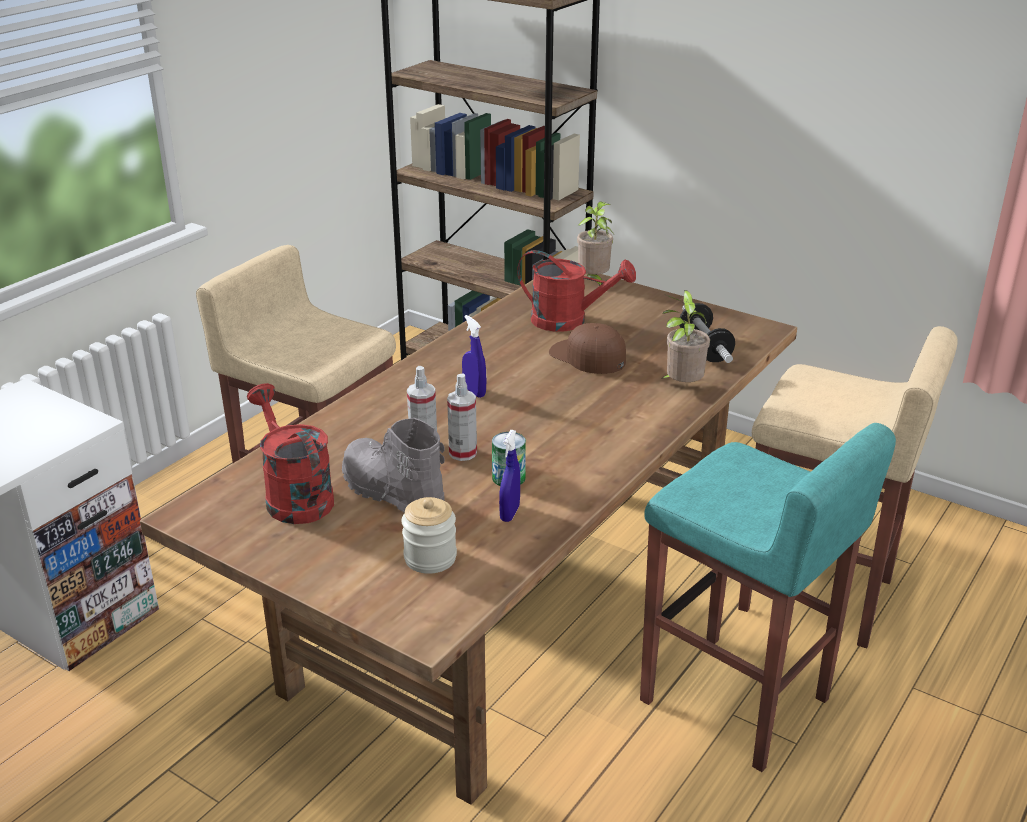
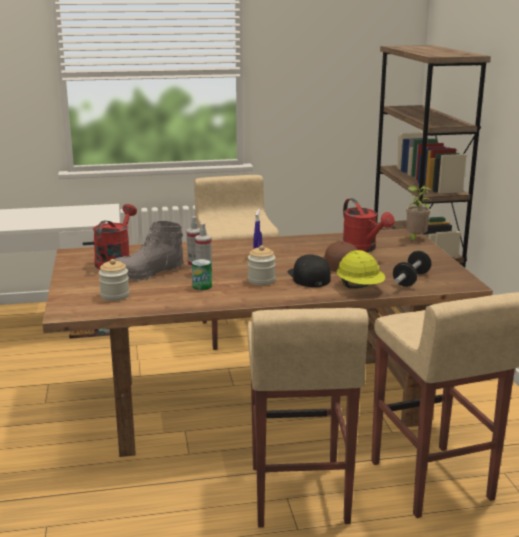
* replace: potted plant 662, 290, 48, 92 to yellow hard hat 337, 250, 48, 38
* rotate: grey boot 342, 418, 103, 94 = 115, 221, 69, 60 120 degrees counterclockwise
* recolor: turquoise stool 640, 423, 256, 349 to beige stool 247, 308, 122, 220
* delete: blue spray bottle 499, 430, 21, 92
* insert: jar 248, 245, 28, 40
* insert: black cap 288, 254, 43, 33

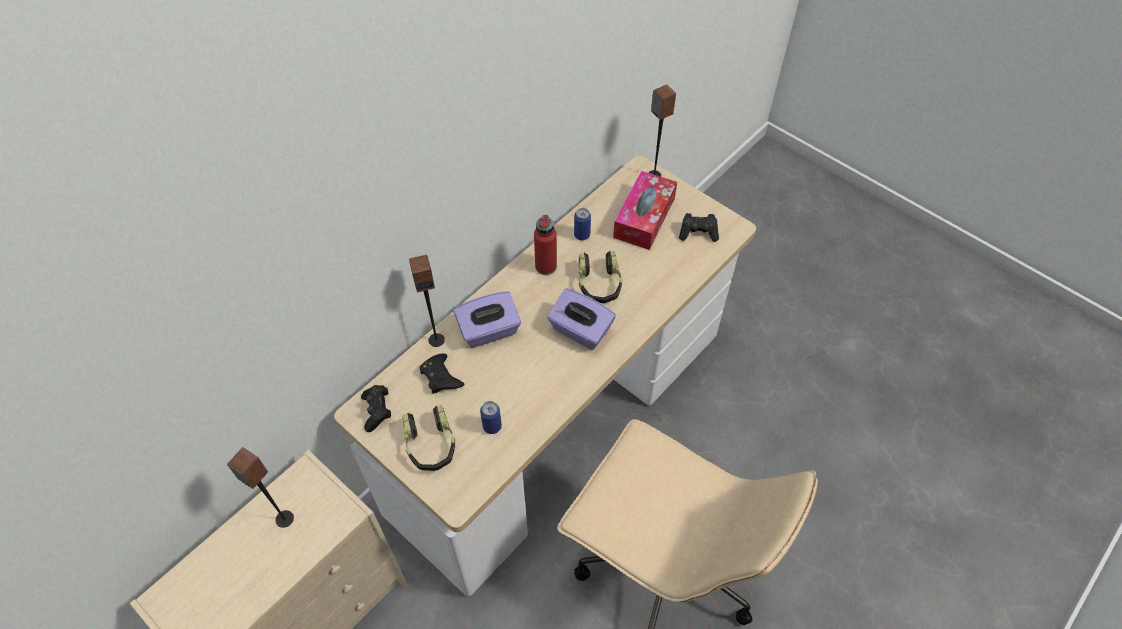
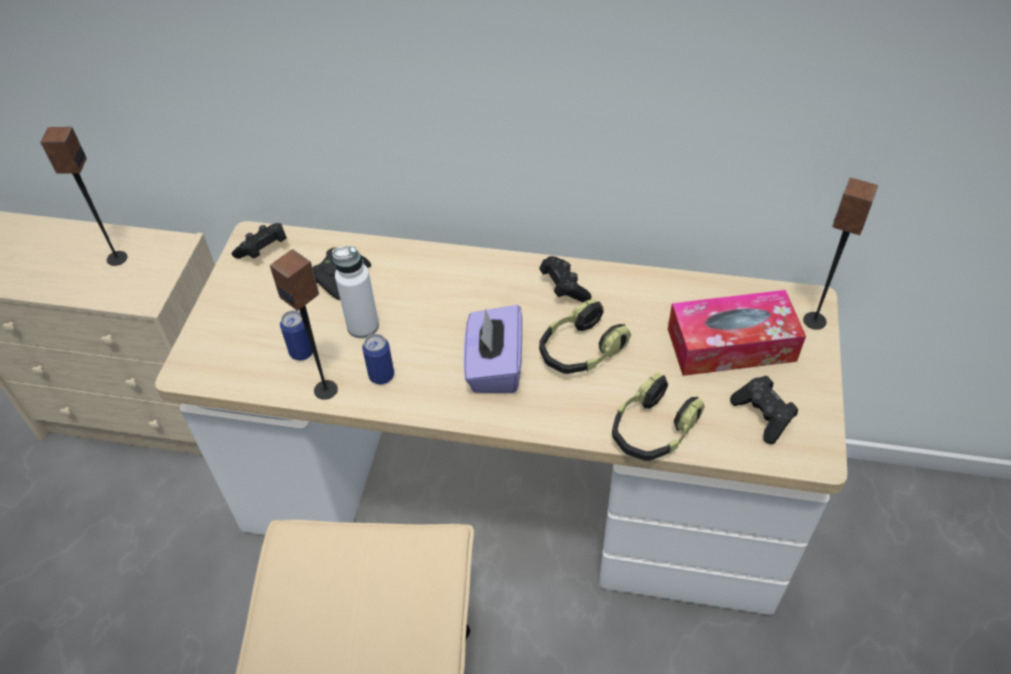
* move: can 574, 208, 17, 33 to 362, 334, 32, 50
* replace: red bottle 534, 215, 23, 60 to black game controller 539, 256, 53, 46
* move: speaker 409, 254, 36, 93 to 270, 249, 68, 151
* delete: purple tissue box 454, 291, 67, 56
* move: headphones 402, 405, 53, 66 to 612, 373, 93, 88
* insert: white bottle 333, 246, 46, 92

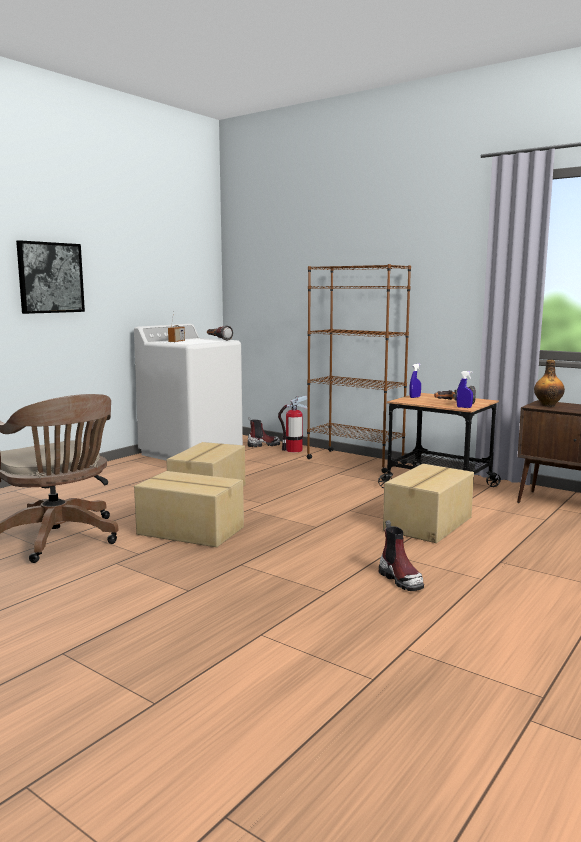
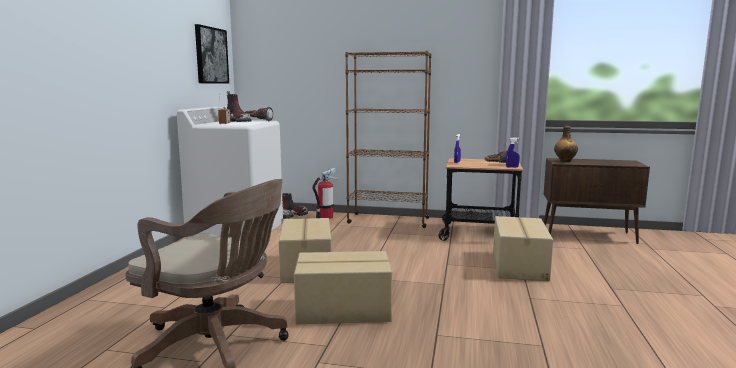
* move: picture 16, 240, 69, 74 to 195, 24, 34, 60
* move: boot 379, 520, 45, 71 to 227, 91, 25, 31

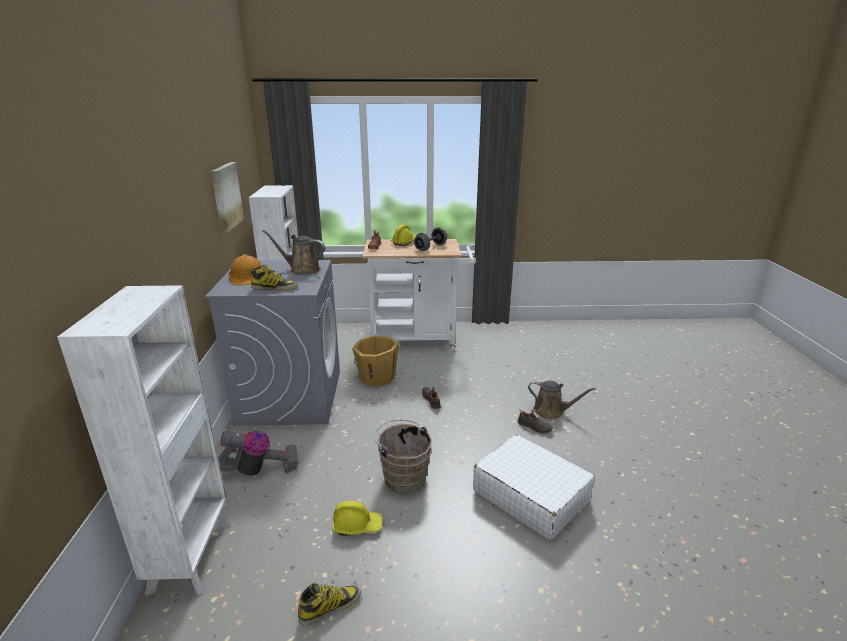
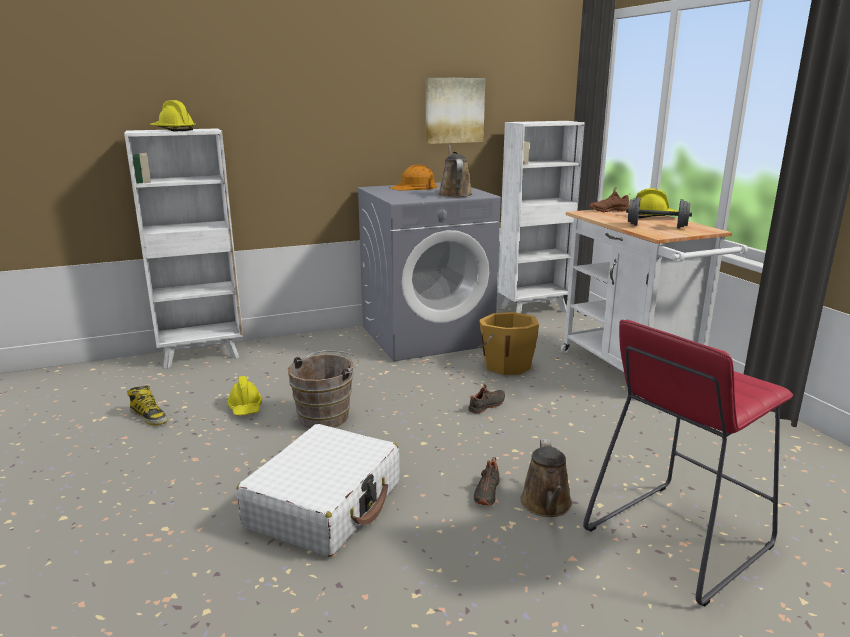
* delete: boot 251, 264, 47, 26
* delete: vacuum cleaner 218, 431, 81, 45
* insert: yellow hard hat 150, 100, 46, 31
* insert: red stool 583, 320, 210, 287

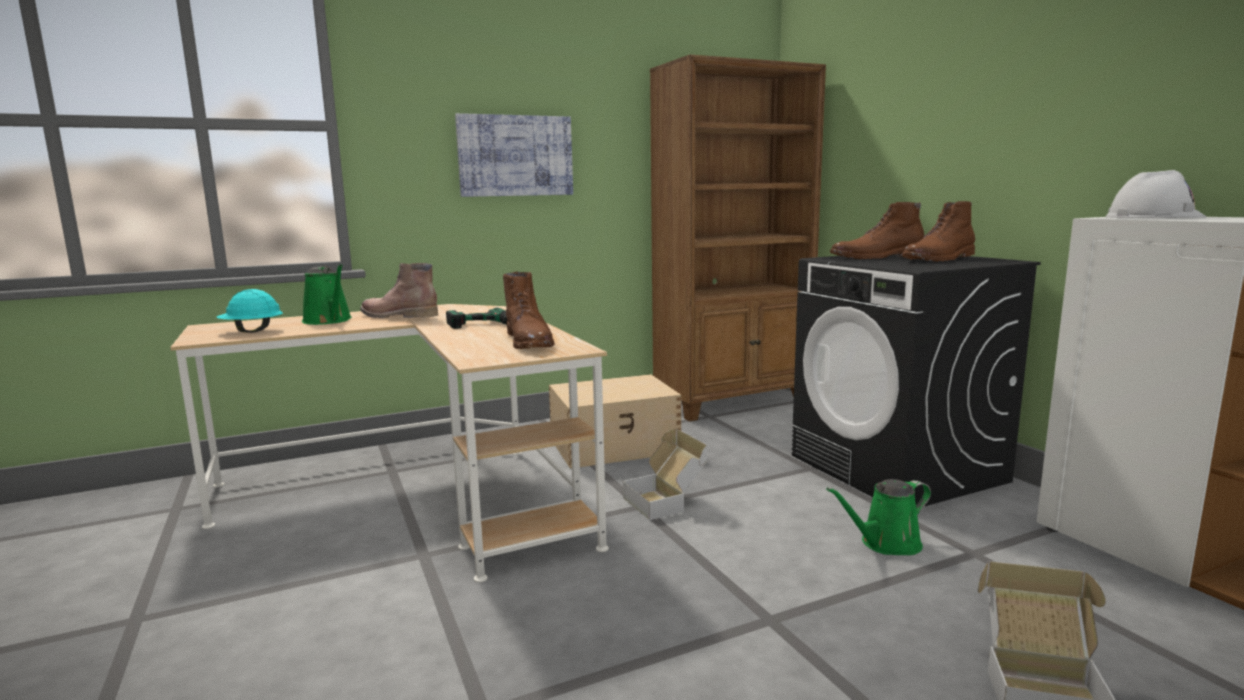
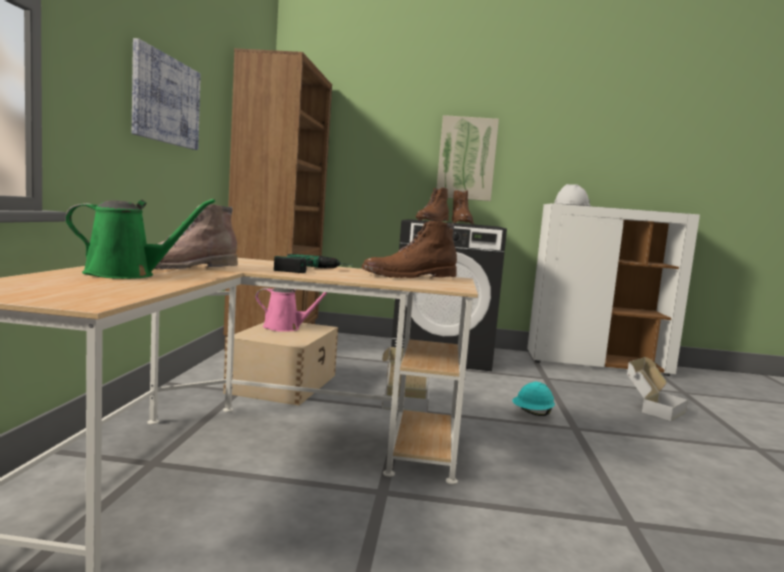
* rotate: brown boot 503, 272, 52, 77 = 362, 221, 95, 57 150 degrees clockwise
* move: turquoise hard hat 217, 289, 66, 44 to 512, 382, 43, 34
* delete: green watering can 826, 479, 105, 76
* insert: picture 437, 115, 62, 86
* insert: pink watering can 255, 288, 73, 44

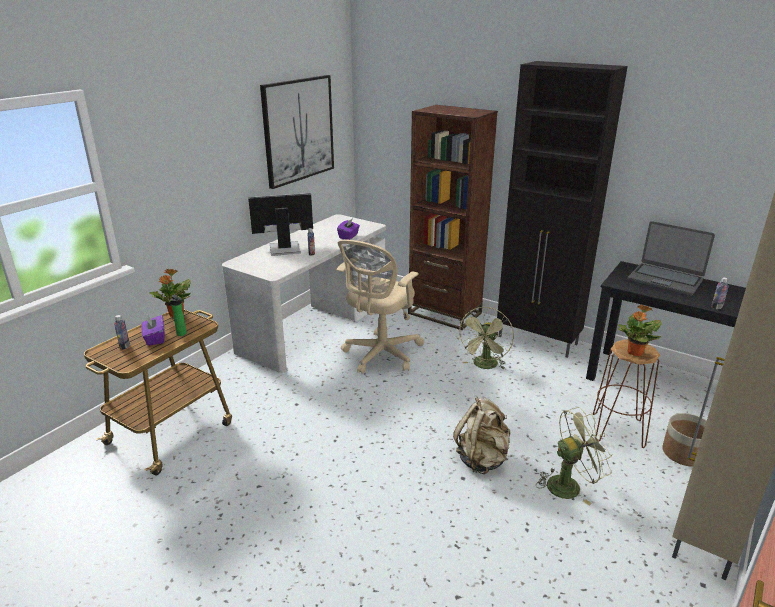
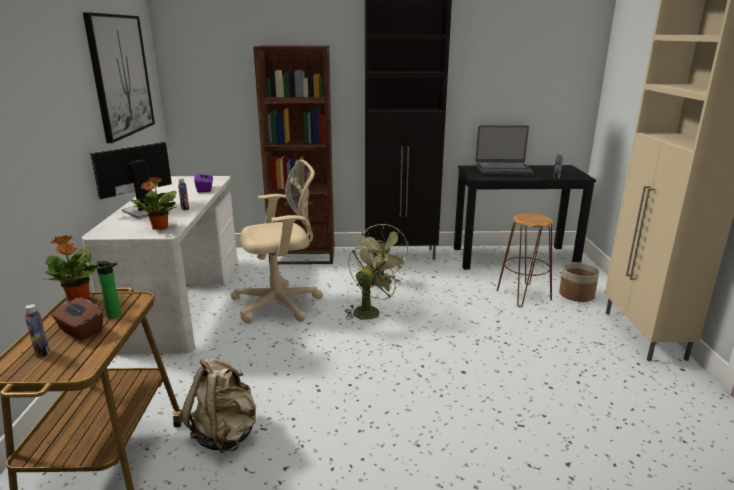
* rotate: beige office chair 336, 240, 88, 134 = 231, 160, 92, 164 105 degrees counterclockwise
* move: potted plant 617, 304, 45, 53 to 130, 177, 47, 53
* recolor: purple tissue box 141, 315, 24, 31 to brown tissue box 51, 298, 52, 42
* move: beige backpack 453, 397, 57, 77 to 181, 358, 75, 95
* move: green fan 536, 407, 76, 98 to 345, 244, 56, 76

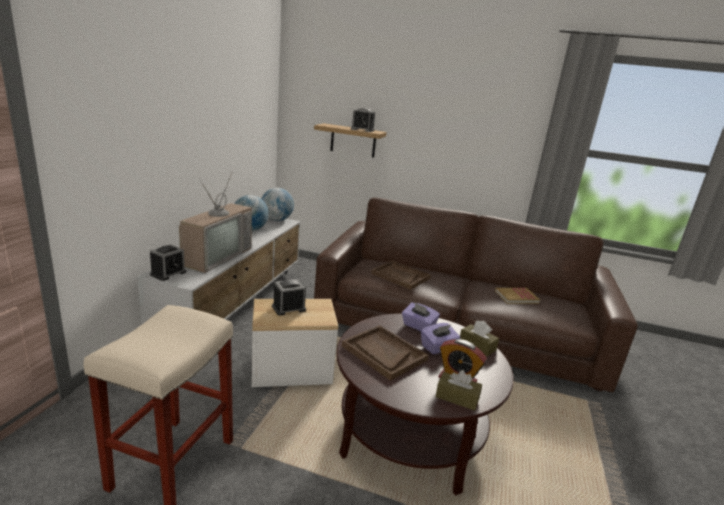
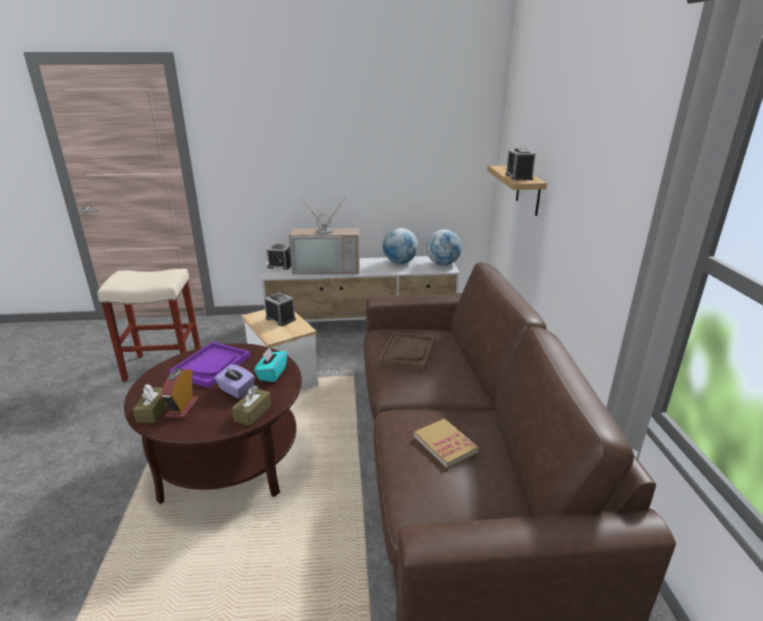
* recolor: purple tissue box 402, 302, 38, 29 to turquoise tissue box 254, 347, 33, 35
* recolor: brown tray 342, 325, 87, 56 to purple tray 169, 342, 82, 46

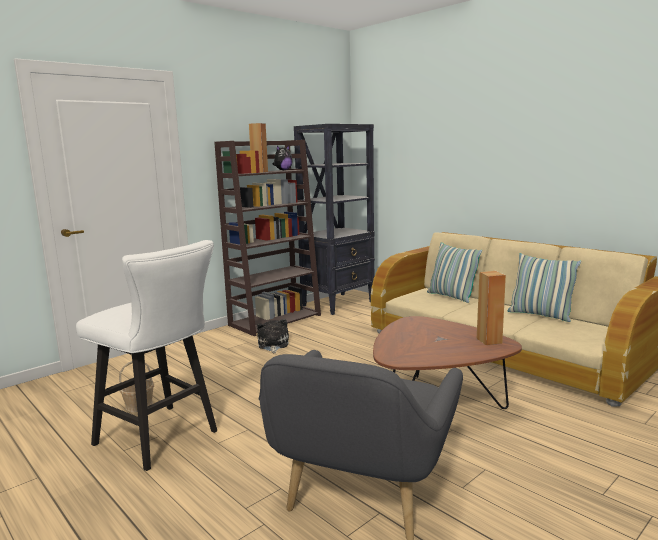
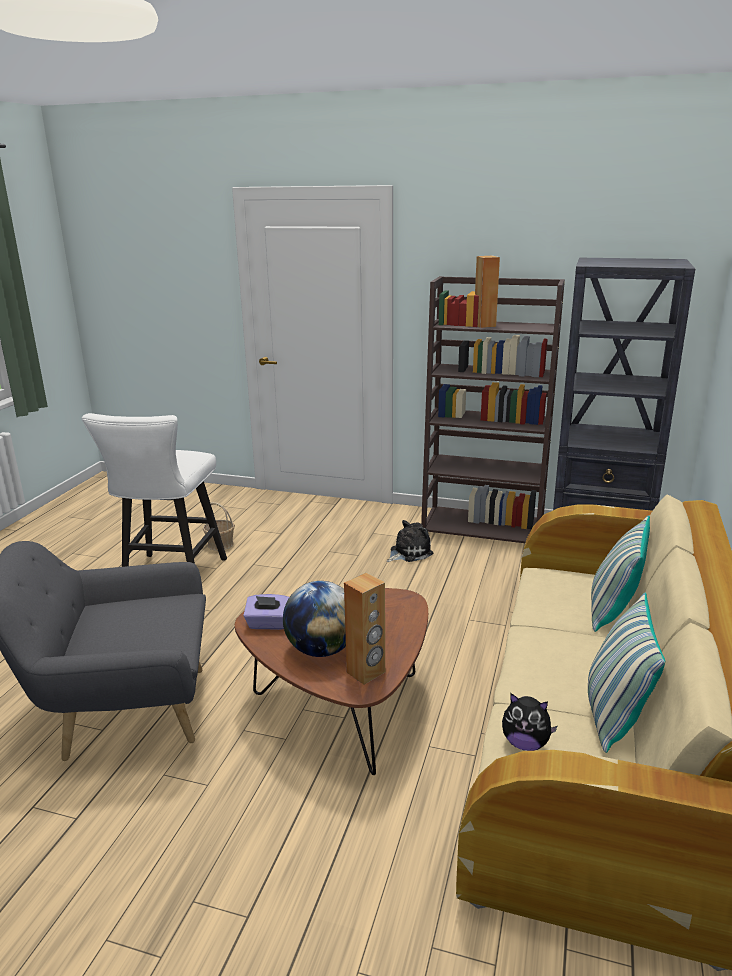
* move: plush toy 273, 146, 20, 24 to 502, 693, 55, 58
* insert: globe 283, 581, 63, 76
* insert: purple tissue box 243, 594, 46, 36

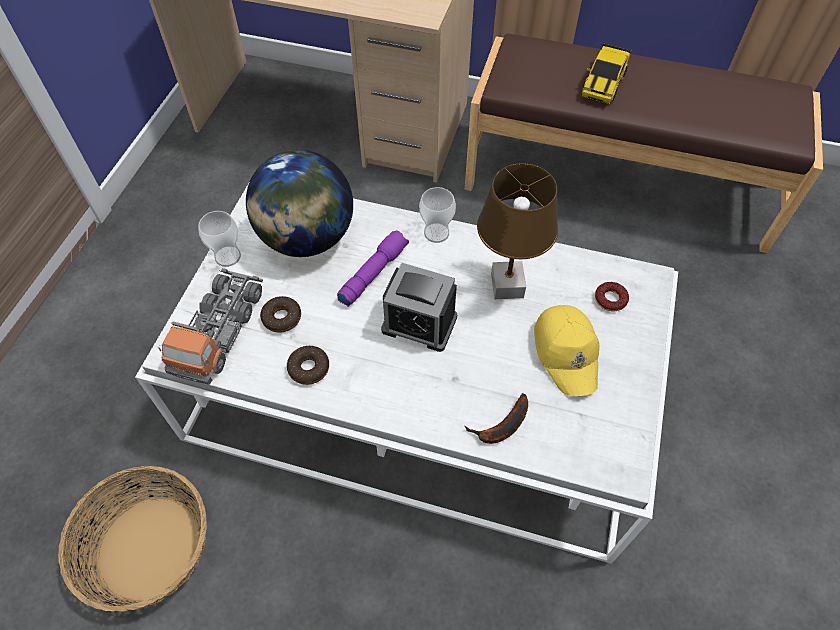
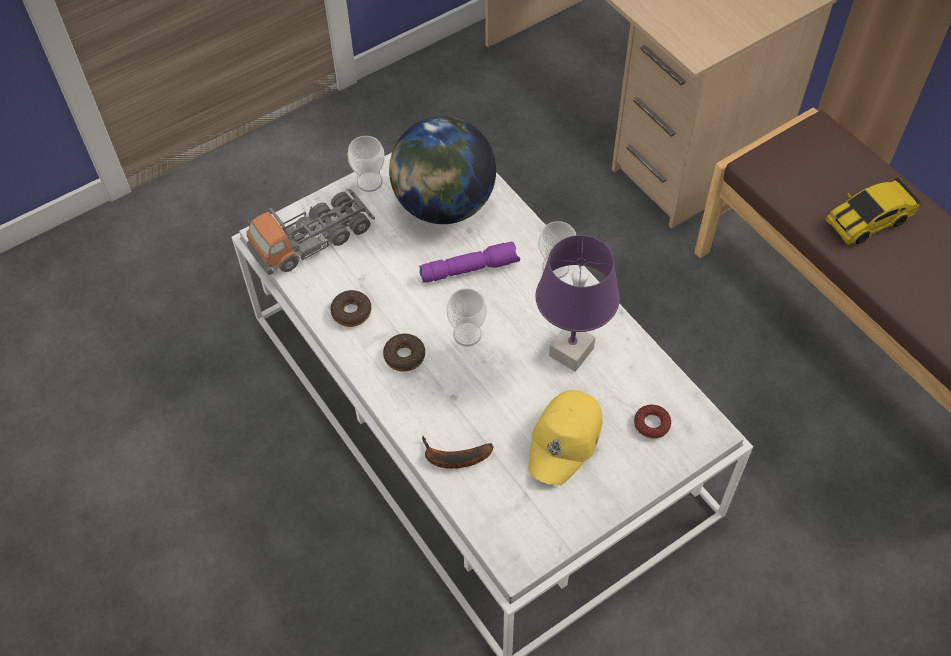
* recolor: brown table lamp 477, 163, 81, 136 to purple table lamp 536, 235, 84, 137
* replace: alarm clock 381, 263, 76, 89 to cup 446, 288, 41, 59
* move: donut 260, 296, 41, 37 to 383, 334, 42, 38
* delete: basket 58, 466, 149, 146

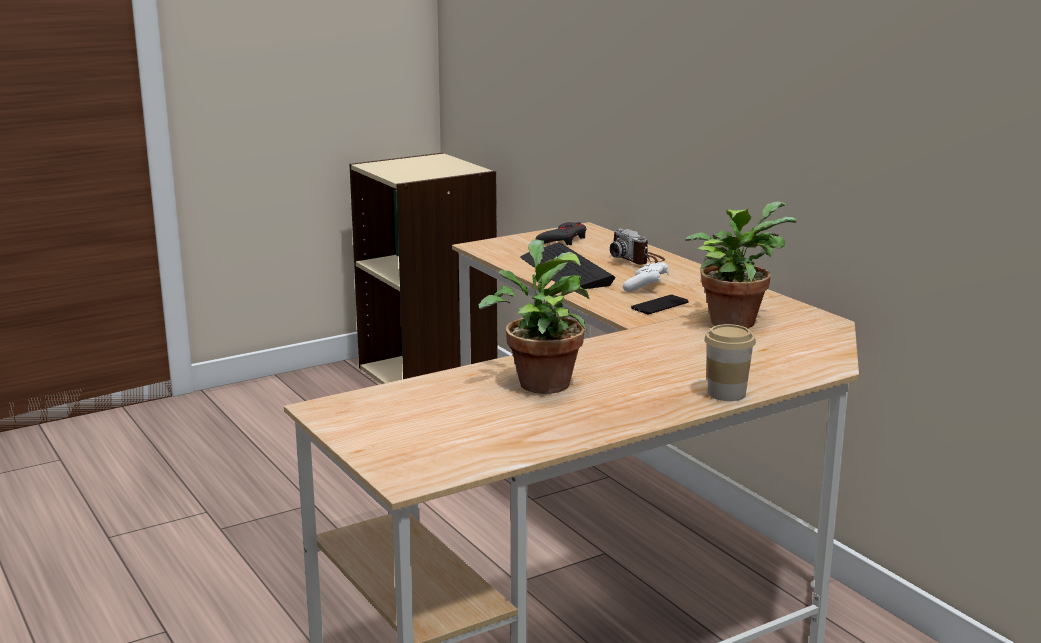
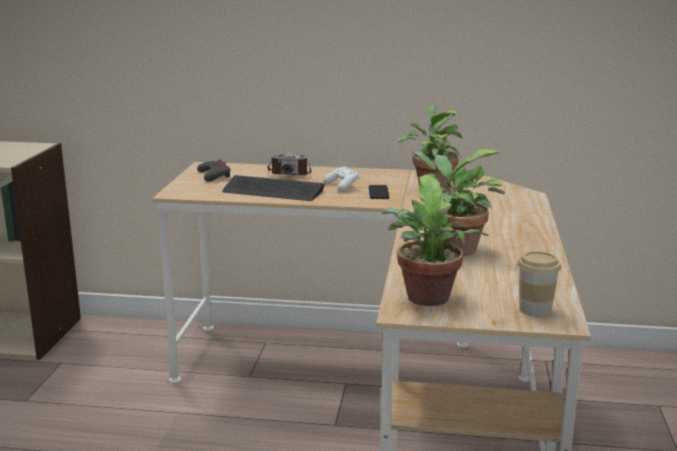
* move: cup 704, 324, 52, 77 to 517, 251, 44, 66
* insert: potted plant 382, 175, 107, 131

